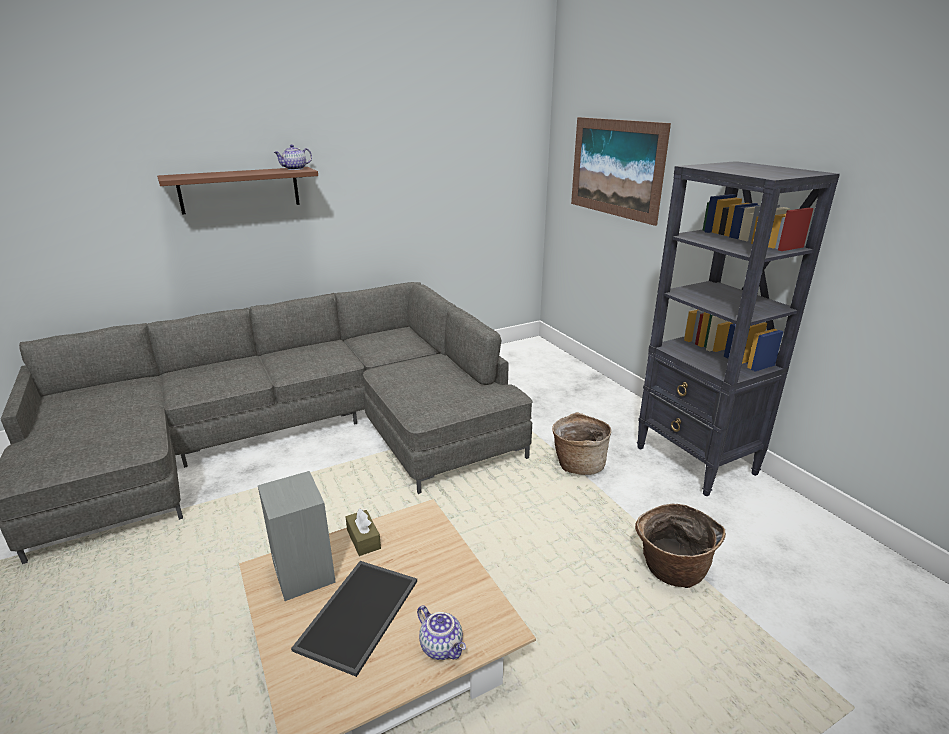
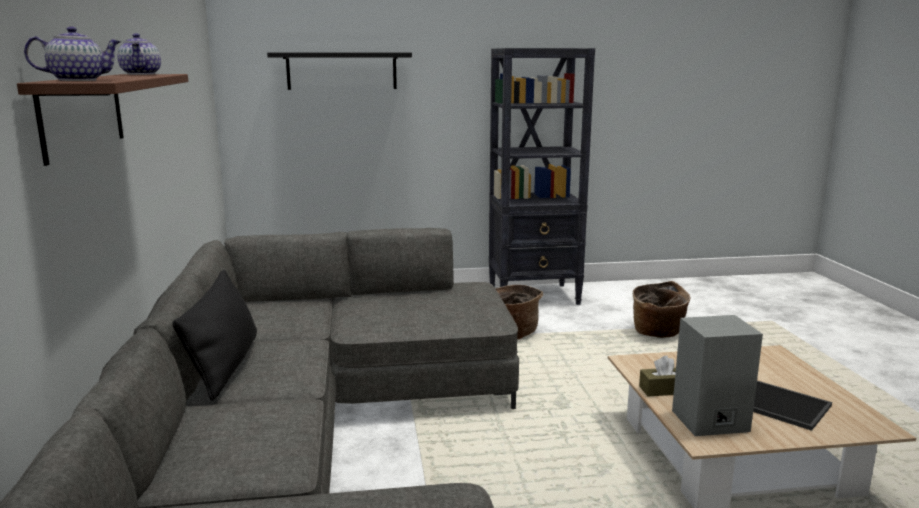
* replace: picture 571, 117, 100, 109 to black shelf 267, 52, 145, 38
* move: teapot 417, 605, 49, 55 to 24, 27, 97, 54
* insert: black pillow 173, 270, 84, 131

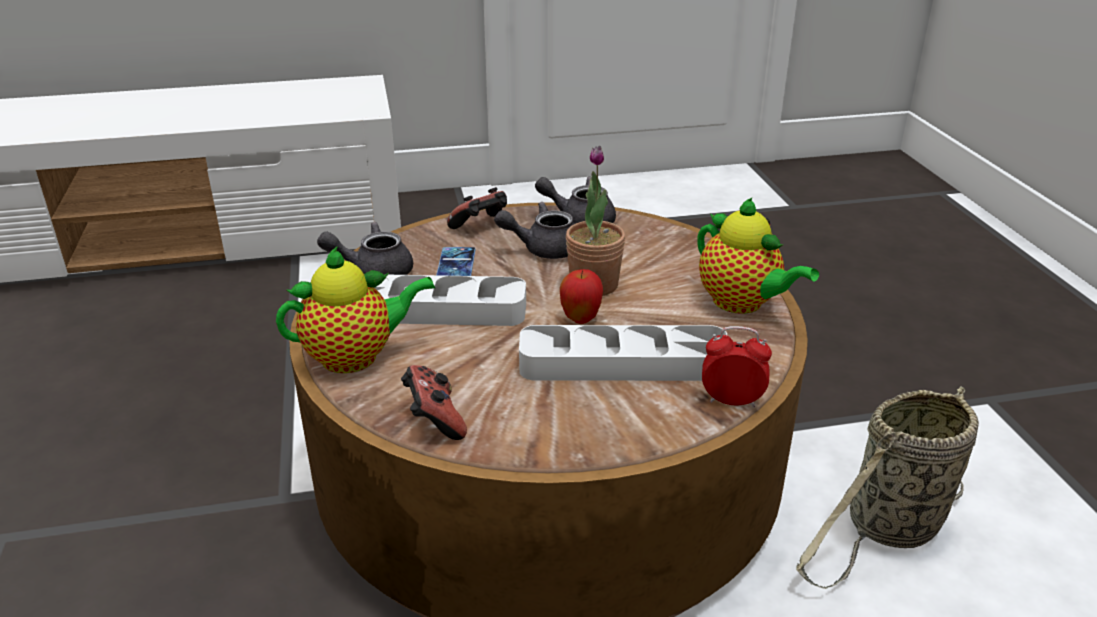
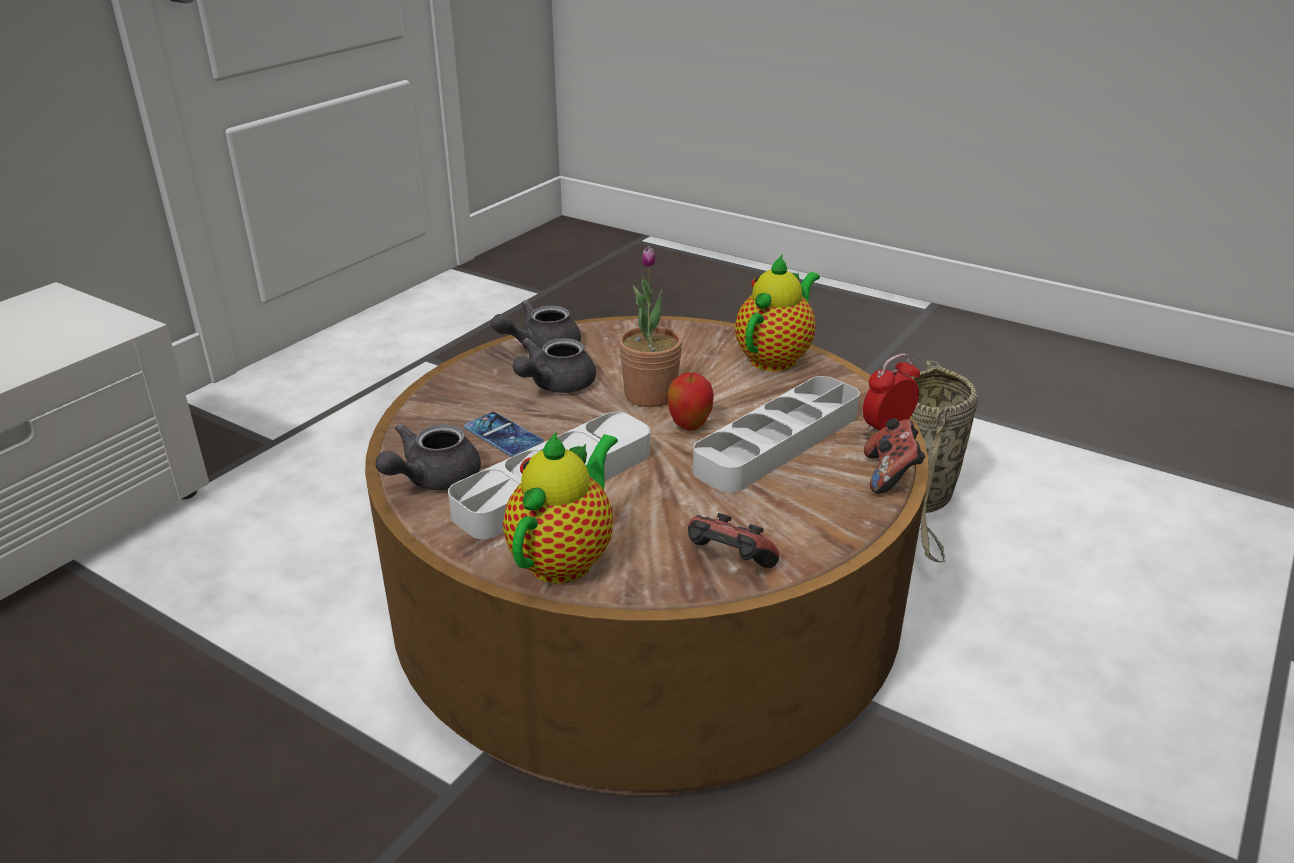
* move: game controller 447, 187, 60, 42 to 864, 418, 62, 76
* rotate: teapot 697, 198, 122, 116 = 735, 254, 85, 118 60 degrees counterclockwise

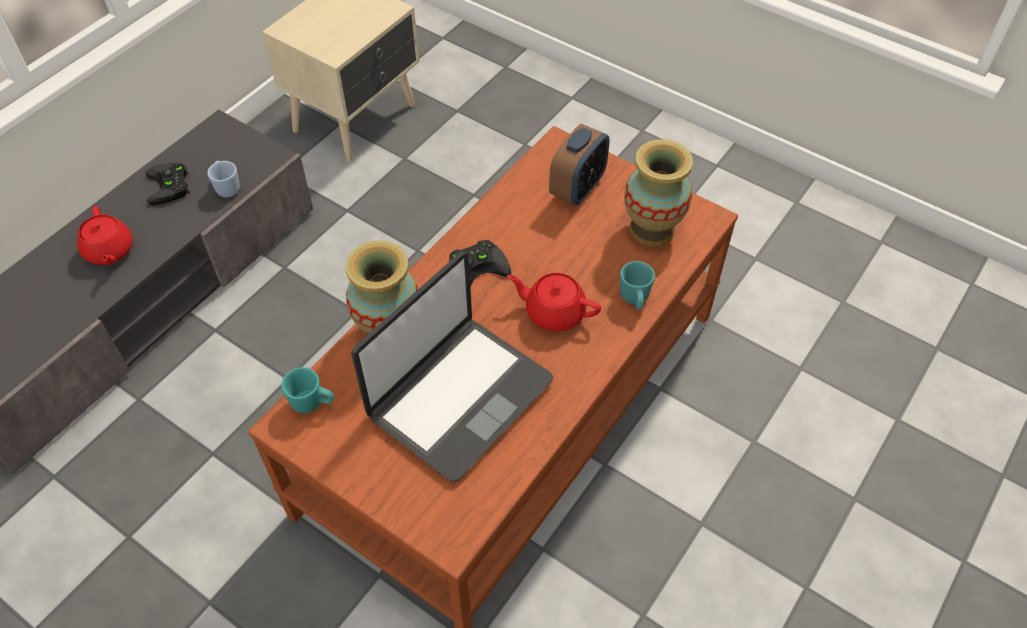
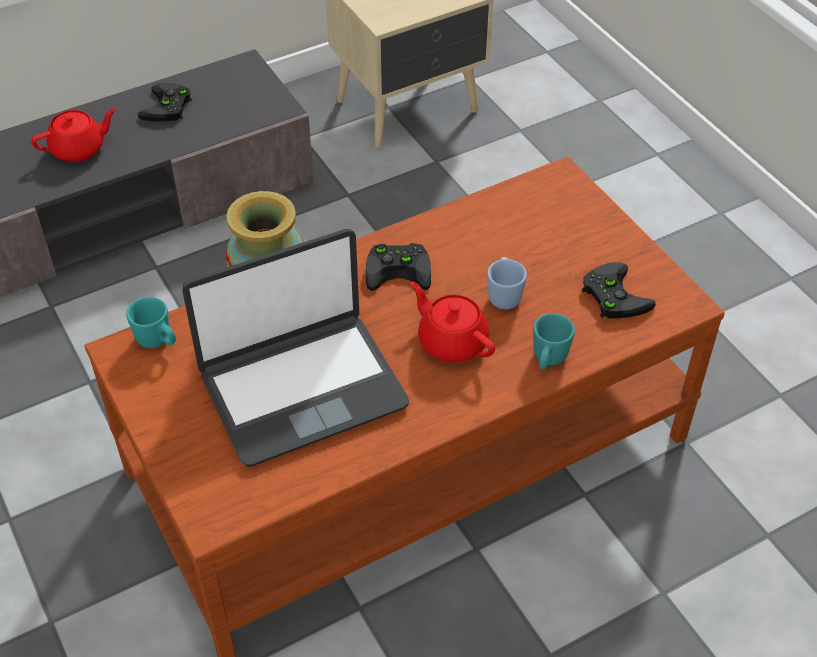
* delete: alarm clock 549, 124, 61, 81
* replace: vase 624, 139, 69, 107 to black game controller 582, 262, 74, 57
* move: blue mug 207, 161, 33, 36 to 487, 257, 40, 52
* rotate: red teapot 77, 206, 56, 59 = 31, 108, 86, 54 120 degrees counterclockwise

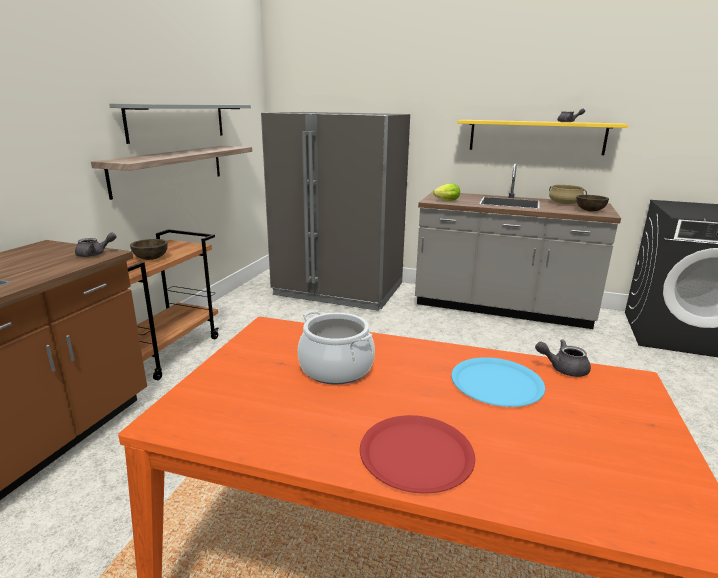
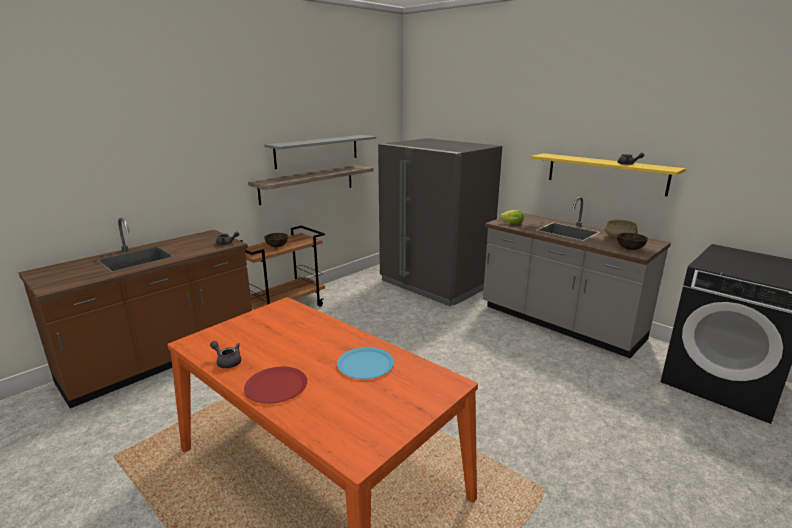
* delete: cooking pot 298, 311, 77, 74
* move: grey teapot 535, 339, 56, 38 to 210, 341, 31, 27

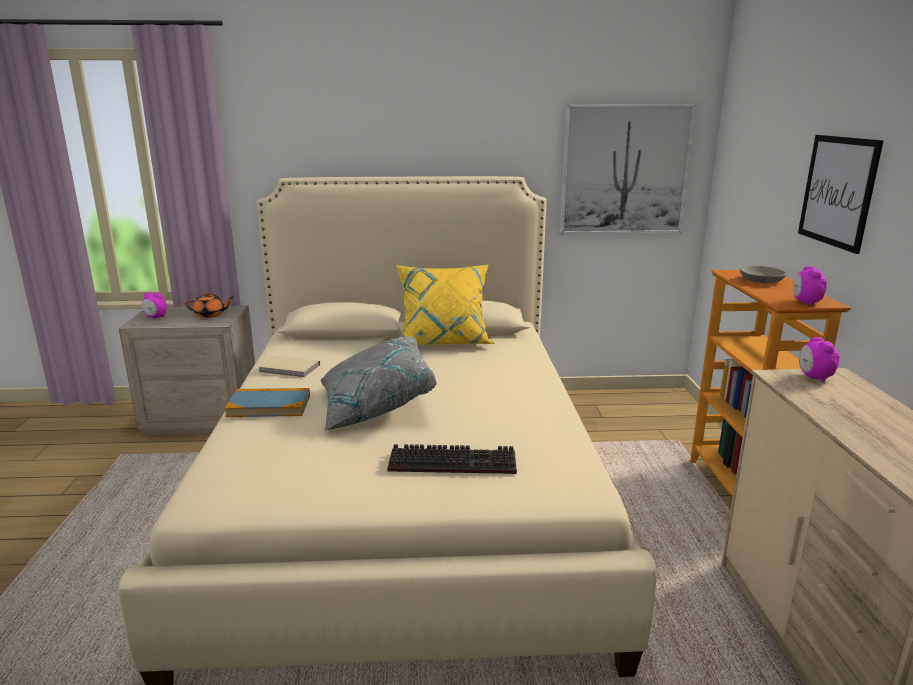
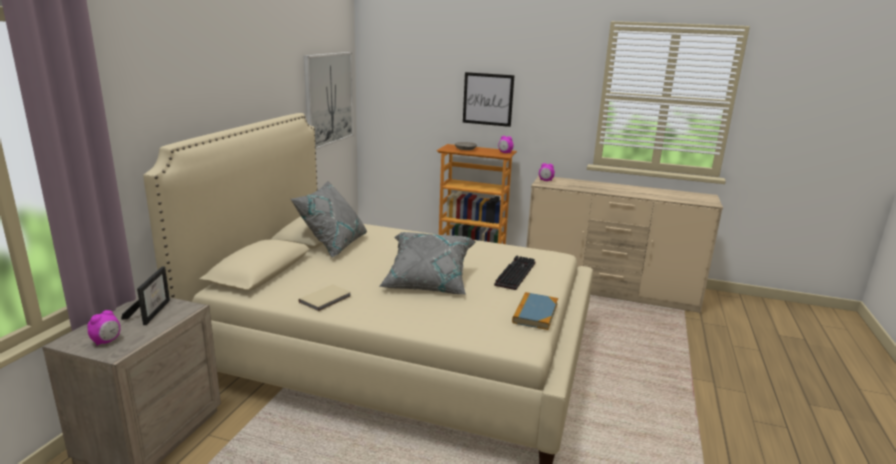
* recolor: yellow pillow 396, 264, 99, 81 to grey pillow 291, 181, 76, 76
* replace: orange teapot 185, 292, 48, 26 to picture frame 121, 267, 49, 58
* move: book 224, 388, 86, 29 to 512, 292, 46, 38

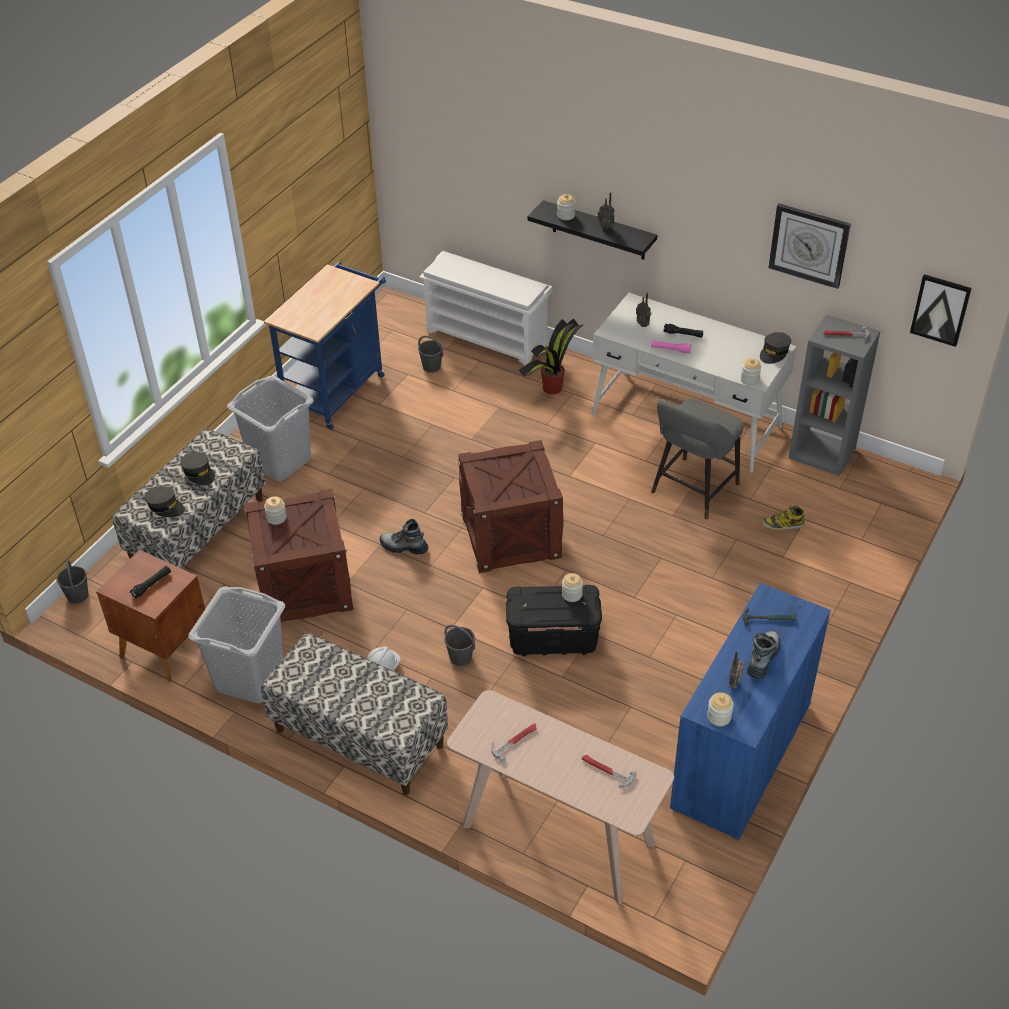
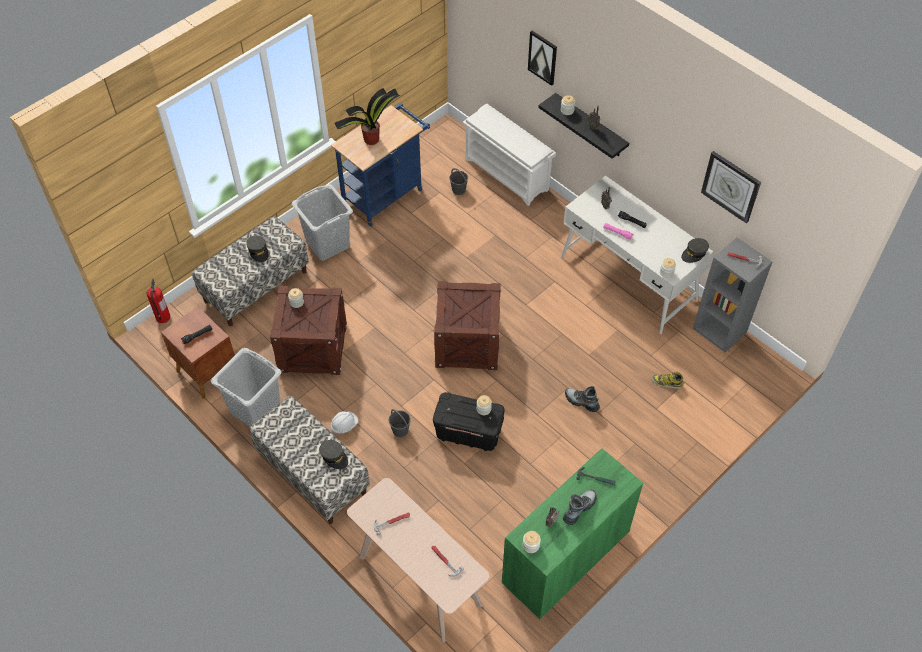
* move: picture 910, 274, 62, 73 to 528, 31, 29, 55
* move: potted plant 519, 318, 64, 77 to 335, 88, 66, 57
* delete: grey stool 651, 398, 93, 122
* move: grey cap 145, 486, 40, 31 to 320, 440, 28, 29
* move: boot 380, 519, 49, 36 to 565, 386, 35, 26
* replace: grey bucket 57, 560, 31, 44 to fire extinguisher 147, 279, 23, 44
* recolor: blue cabinet 670, 583, 161, 257 to green cabinet 502, 448, 141, 171

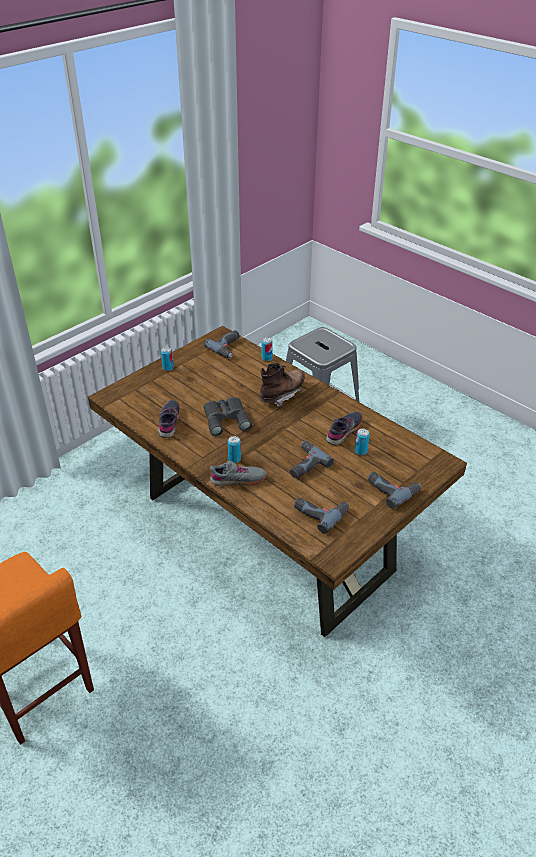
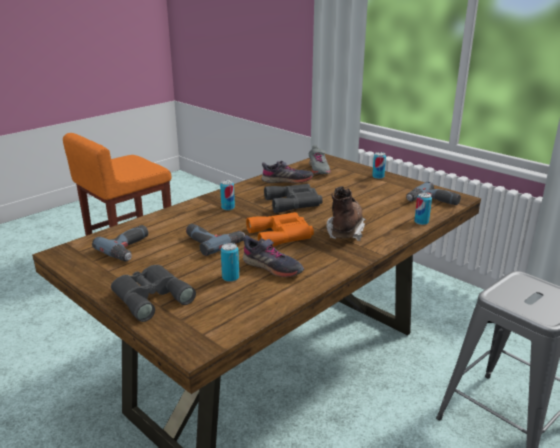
* rotate: brown boot 260, 363, 45, 44 = 327, 186, 39, 55 120 degrees counterclockwise
* move: grey shoe 210, 461, 56, 25 to 309, 145, 22, 29
* replace: power drill 368, 472, 53, 37 to grey binoculars 111, 265, 85, 57
* insert: orange binoculars 246, 212, 68, 35

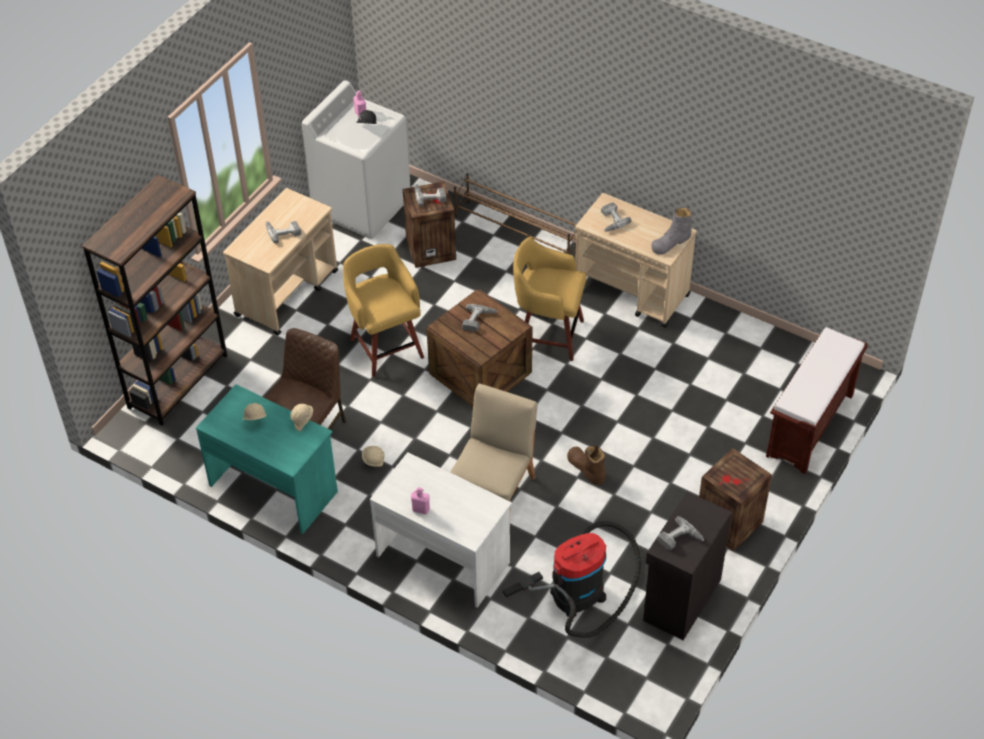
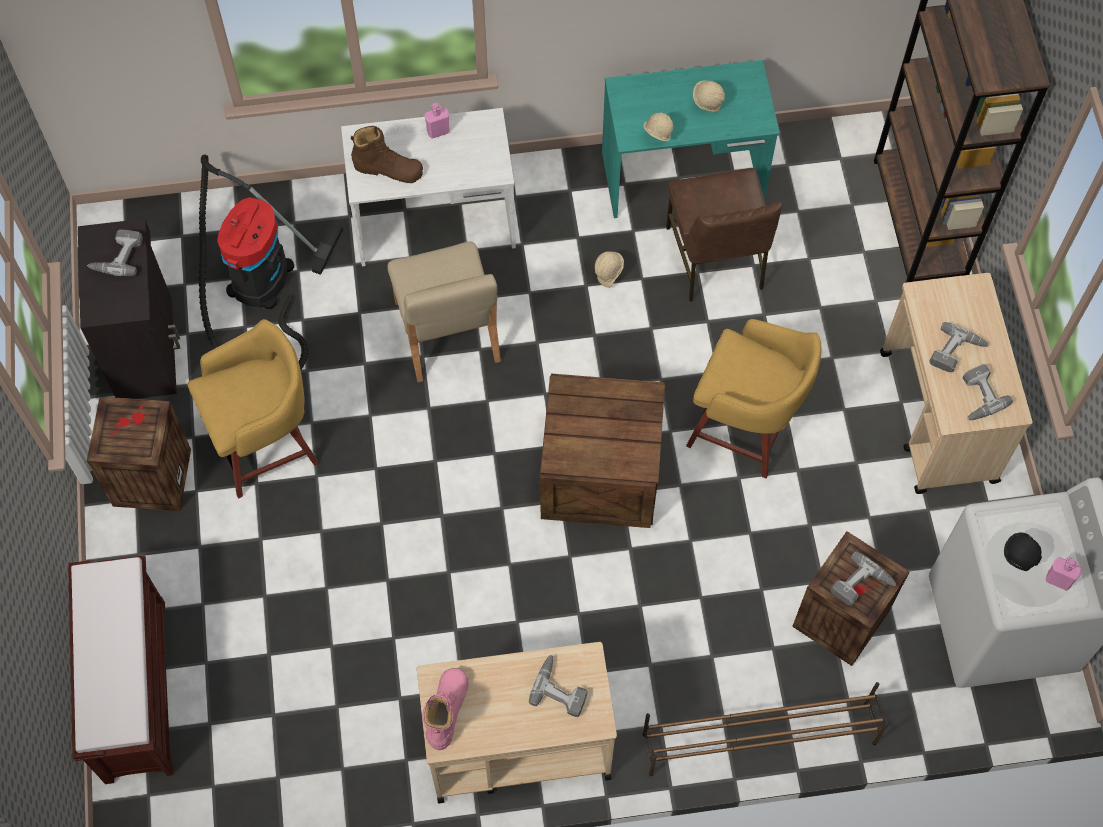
* recolor: grey boot 651, 208, 41, 47 to pink boot 422, 668, 47, 82
* move: yellow stool 513, 237, 74, 124 to 188, 319, 131, 180
* move: power drill 462, 304, 35, 28 to 963, 364, 50, 56
* move: brown boot 567, 446, 39, 39 to 351, 126, 72, 57

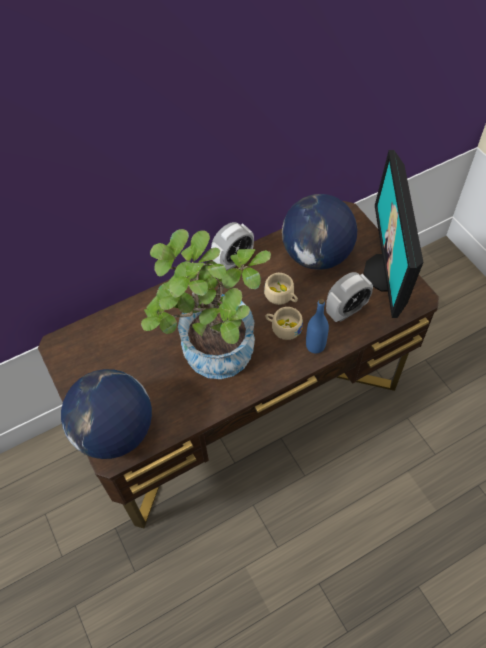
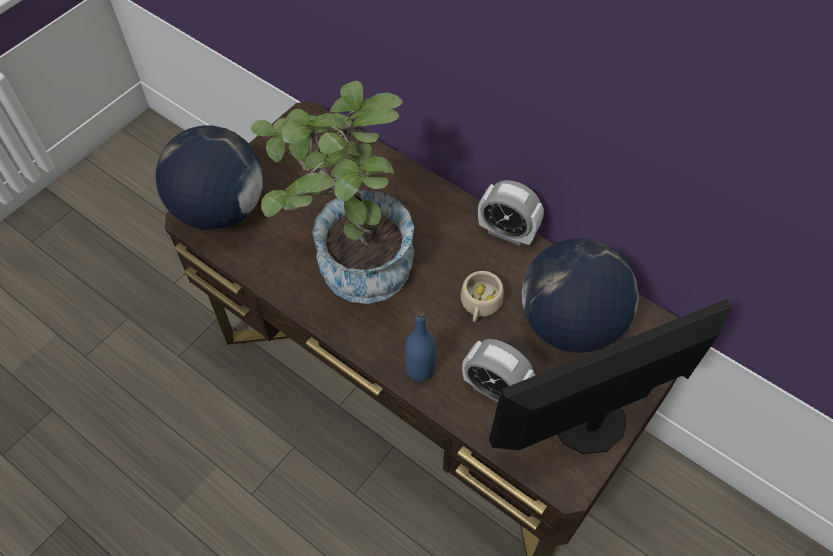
* delete: beige cup 266, 307, 37, 33

